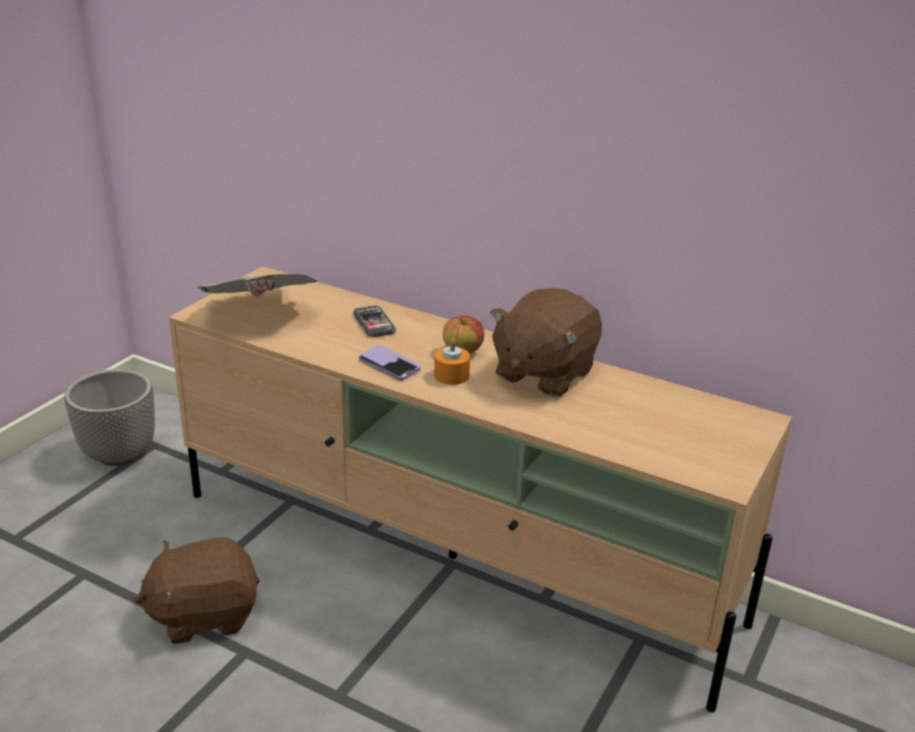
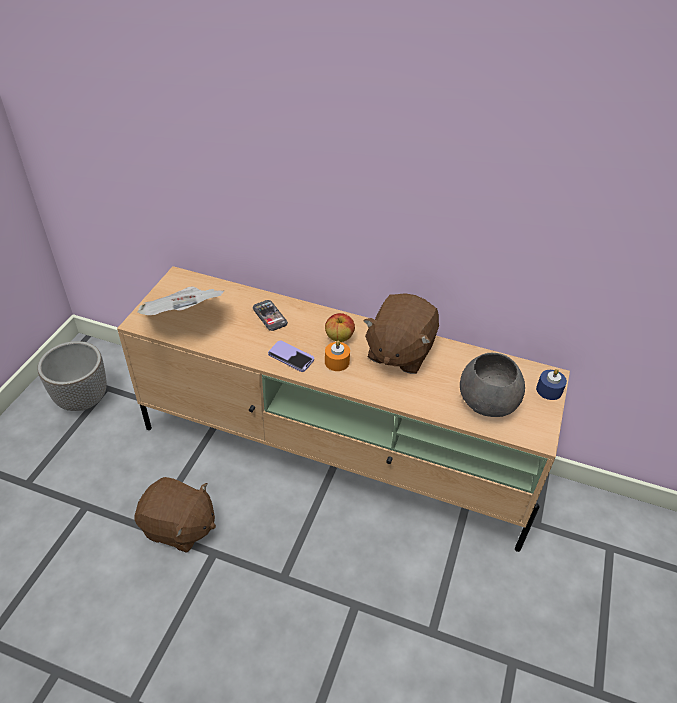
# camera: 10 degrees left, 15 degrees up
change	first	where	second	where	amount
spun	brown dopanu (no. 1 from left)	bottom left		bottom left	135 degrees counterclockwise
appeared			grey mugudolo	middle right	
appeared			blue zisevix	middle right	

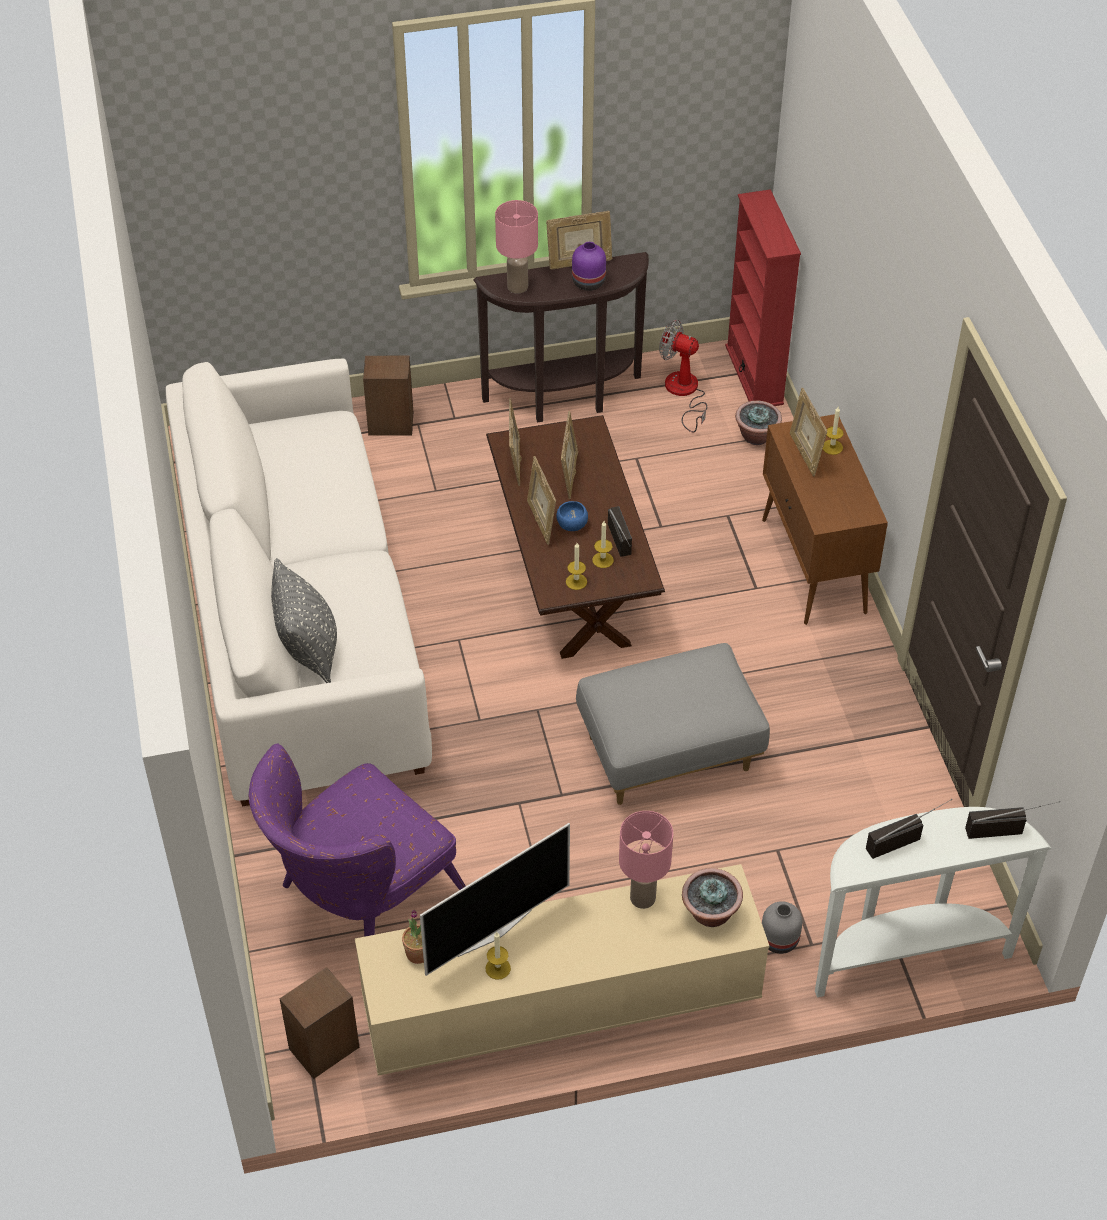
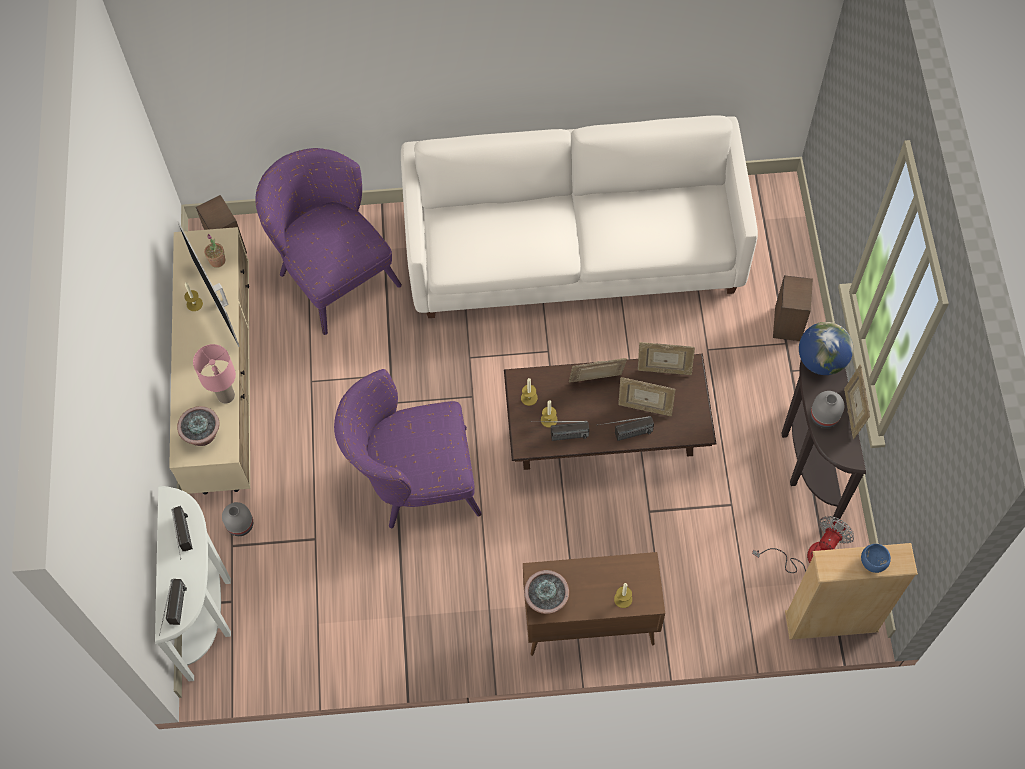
# camera: 100 degrees right, 15 degrees up
change	first	where	second	where	amount
exchanged	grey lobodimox	centre	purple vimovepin (no. 2 from left)	centre	
relocated	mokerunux (no. 3 from left)	middle right		bottom centre	
appeared			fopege (no. 4 from left)	centre	
colour	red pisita	top right	beige pisita	bottom right	
exchanged	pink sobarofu (no. 1 from left)	top centre	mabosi	middle right	
colour	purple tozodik	top centre	grey tozodik (no. 2 from left)	middle right	
relocated	blue mugudolo	centre		bottom right	
missing	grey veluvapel	middle left			
missing	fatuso (no. 5 from left)	middle right			

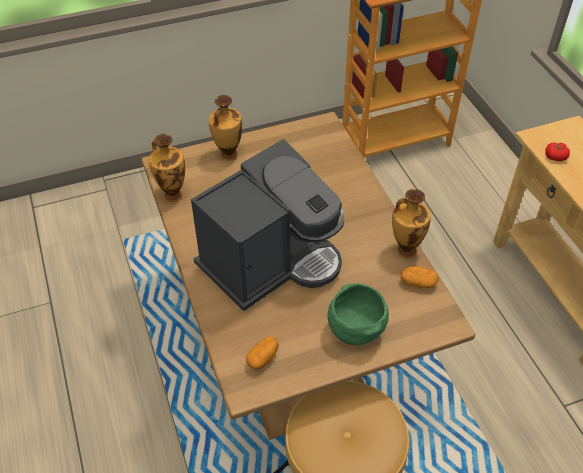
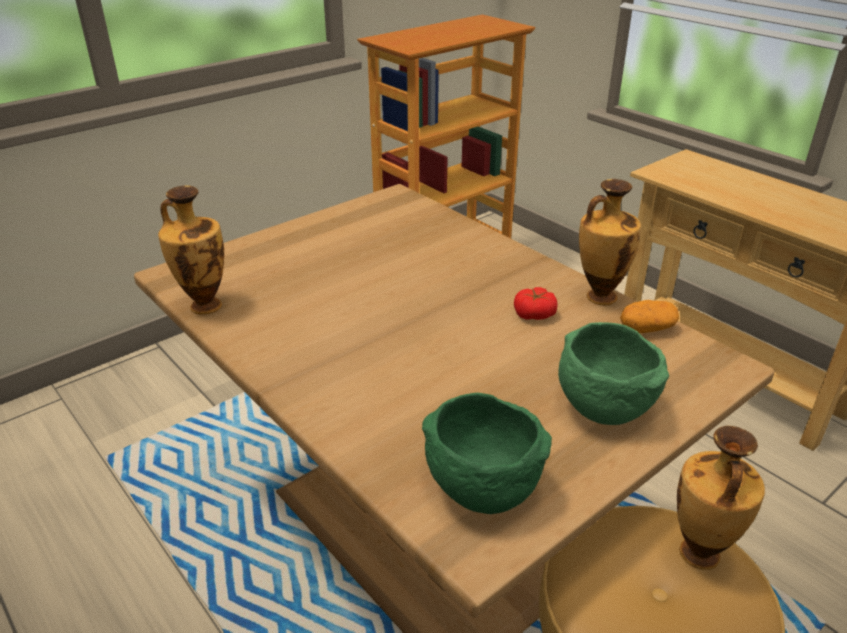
# camera: 20 degrees left, 15 degrees down
change	first	where	second	where	amount
exchanged	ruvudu (no. 1 from left)	bottom centre	green mugudolo (no. 1 from left)	bottom centre	
relocated	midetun	top right		centre	
relocated	tozodik (no. 2 from left in the first image)	top centre	tozodik (no. 3 from left)	bottom right	
missing	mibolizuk	centre			

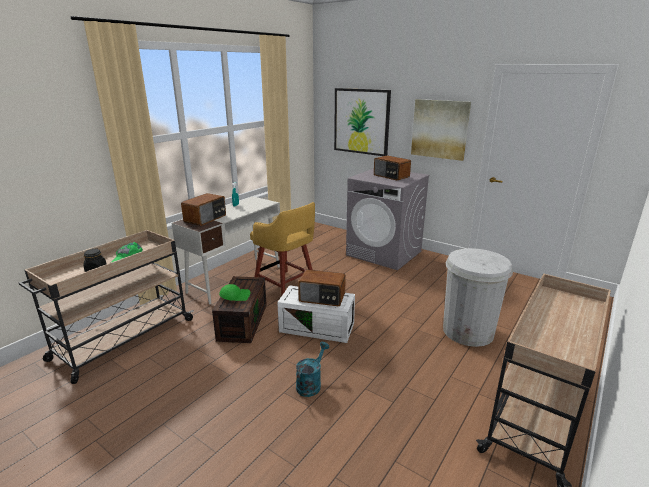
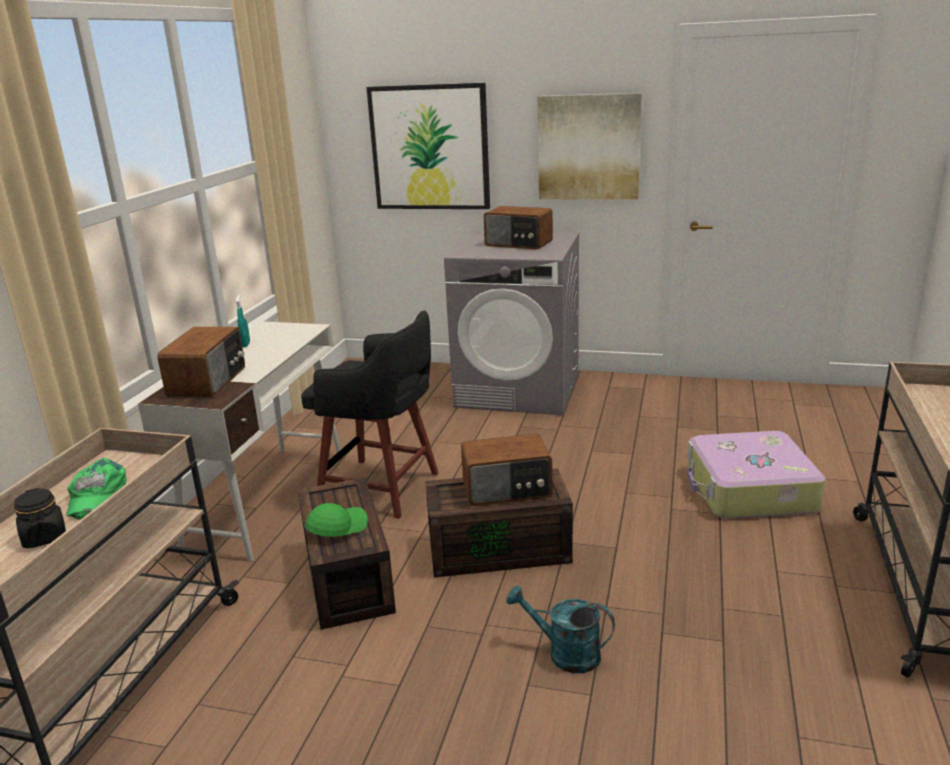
# camera: 20 degrees left, 0 degrees up
change	first	where	second	where	amount
colour	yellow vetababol	centre	black vetababol	centre	
colour	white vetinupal	centre	brown vetinupal (no. 2 from left)	bottom centre	
spun	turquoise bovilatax	bottom centre		bottom centre	75 degrees counterclockwise
exchanged	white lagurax	middle right	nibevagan	middle right	

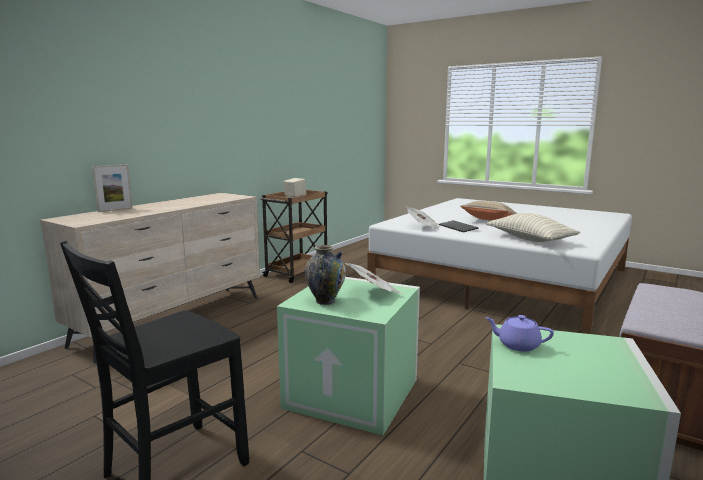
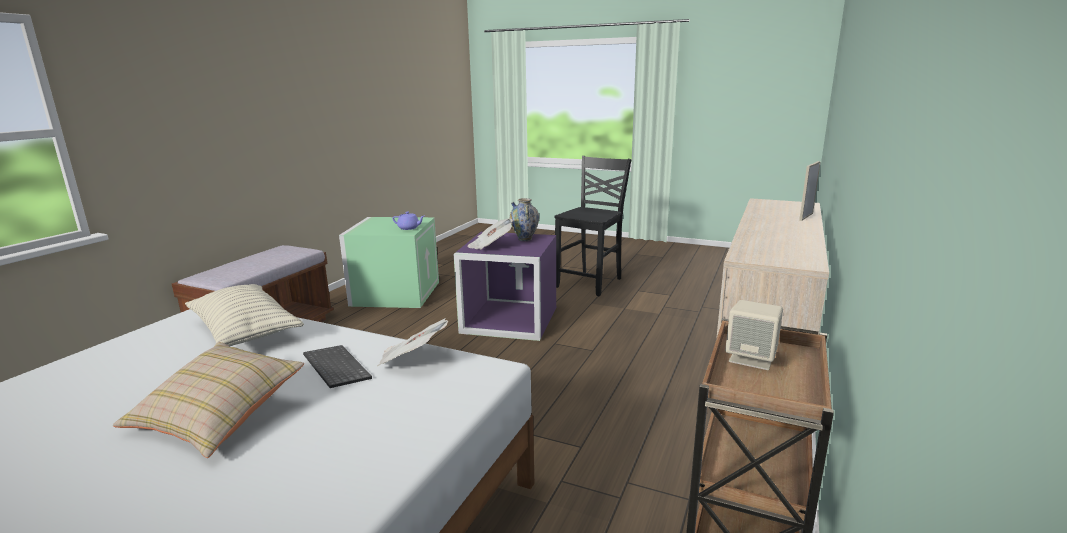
# camera: 170 degrees right, 5 degrees up
change	first	where	second	where	amount
colour	green vetinupal (no. 1 from left)	bottom centre	purple vetinupal	centre	

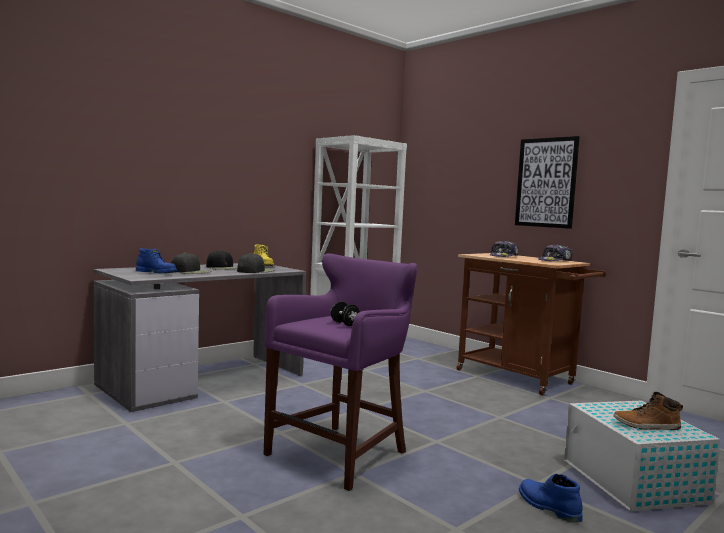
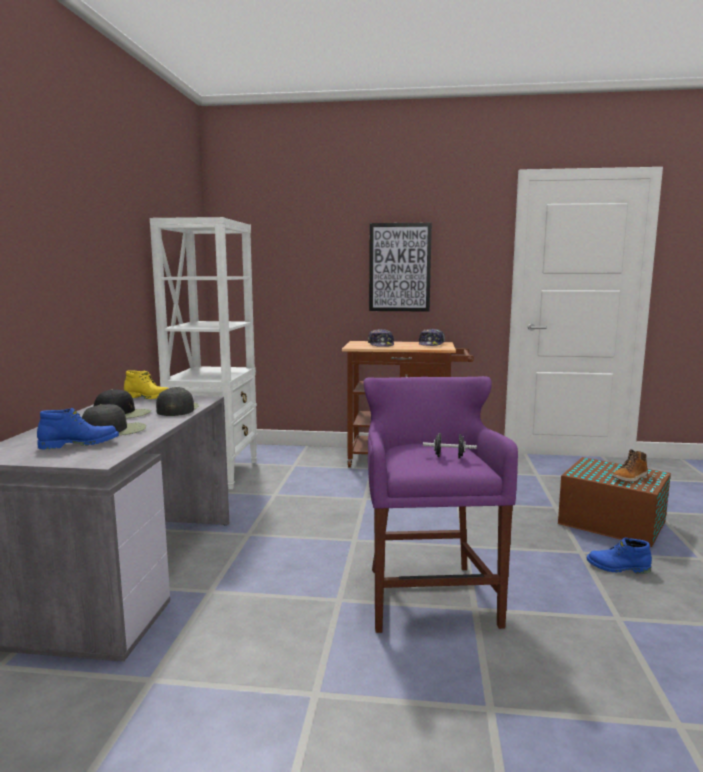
# camera: 40 degrees left, 5 degrees up
change	first	where	second	where	amount
colour	white vetinupal	bottom right	brown vetinupal	middle right	

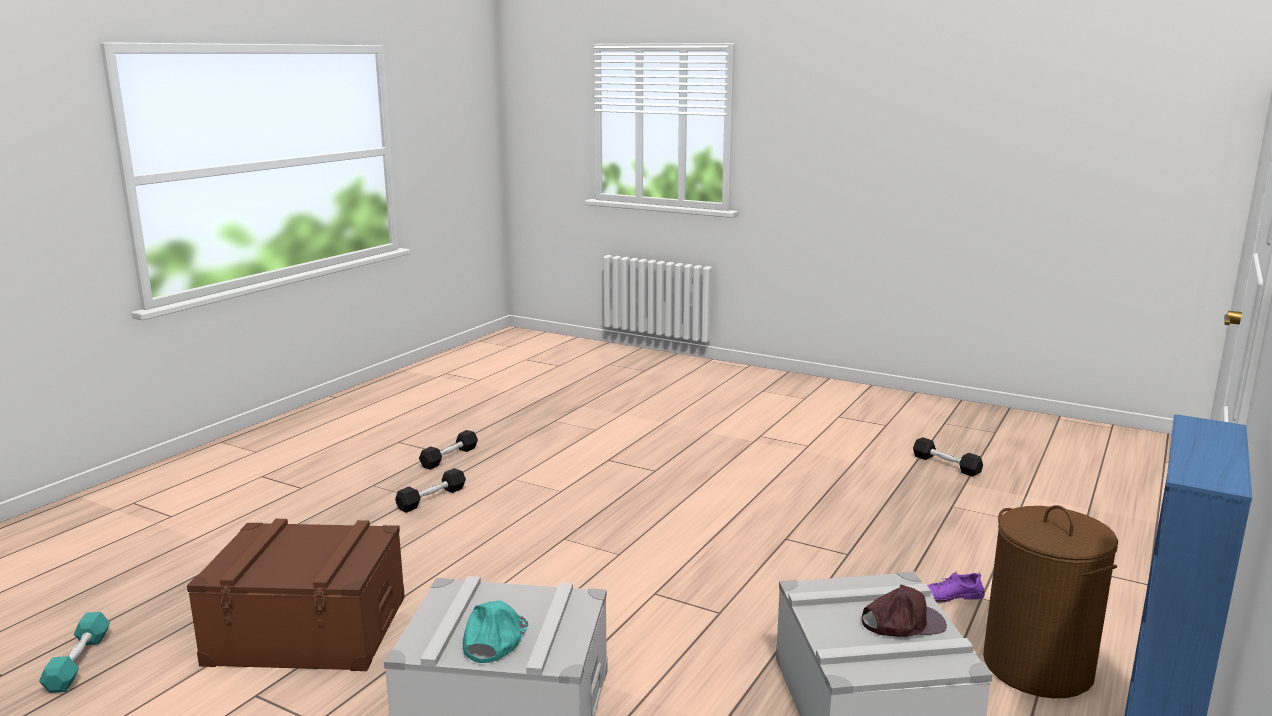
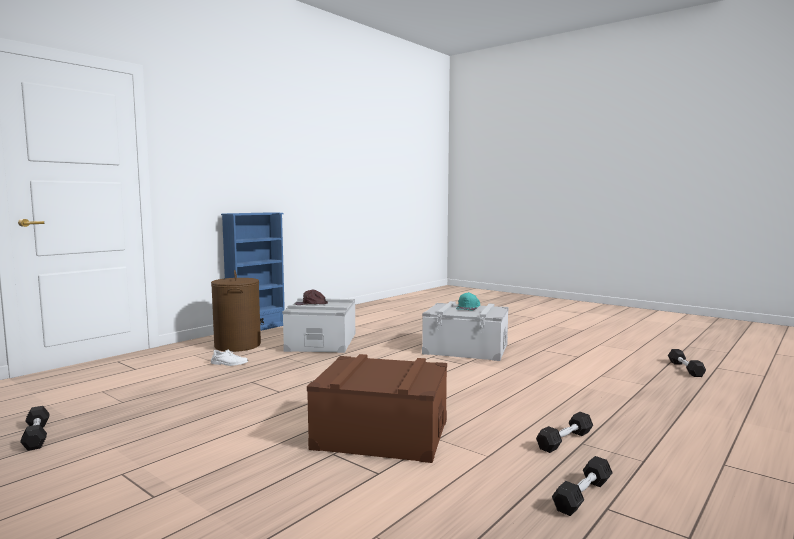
# camera: 170 degrees left, 10 degrees down
change	first	where	second	where	amount
colour	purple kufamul	bottom right	white kufamul	middle left	
relocated	brown vetinupal	bottom left		bottom centre	
colour	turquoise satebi	bottom left	black satebi (no. 4 from left)	bottom right	

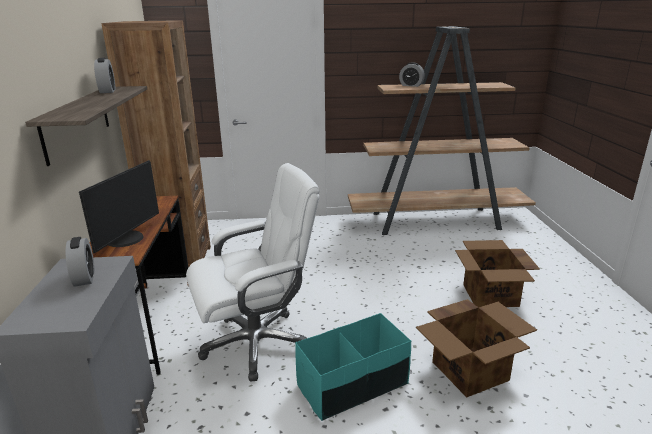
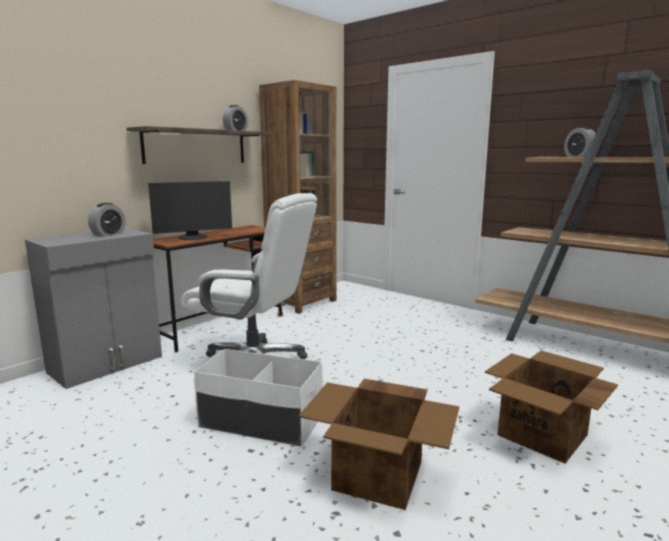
# camera: 45 degrees right, 10 degrees down
change	first	where	second	where	amount
colour	turquoise vetinupal	bottom centre	white vetinupal	bottom centre	

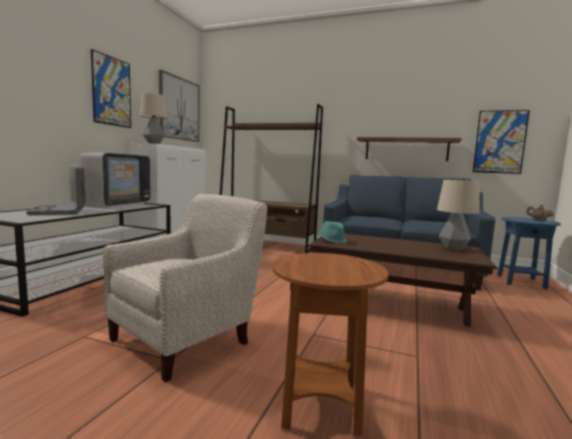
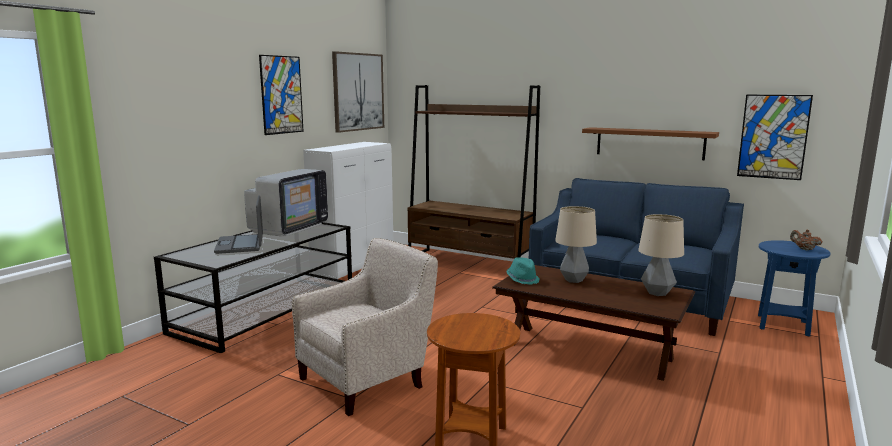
# camera: 10 degrees right, 5 degrees up
change	first	where	second	where	amount
relocated	sobarofu (no. 1 from left)	top left		centre	

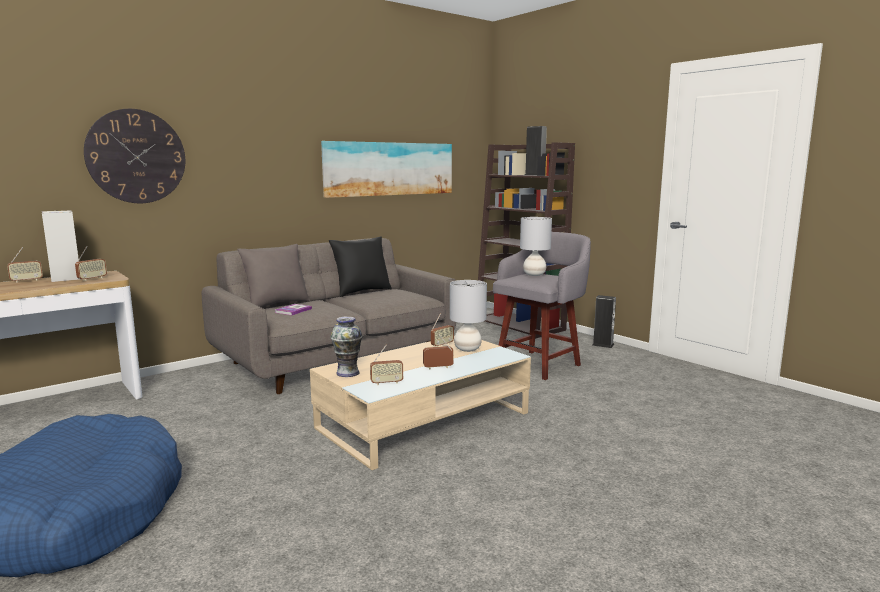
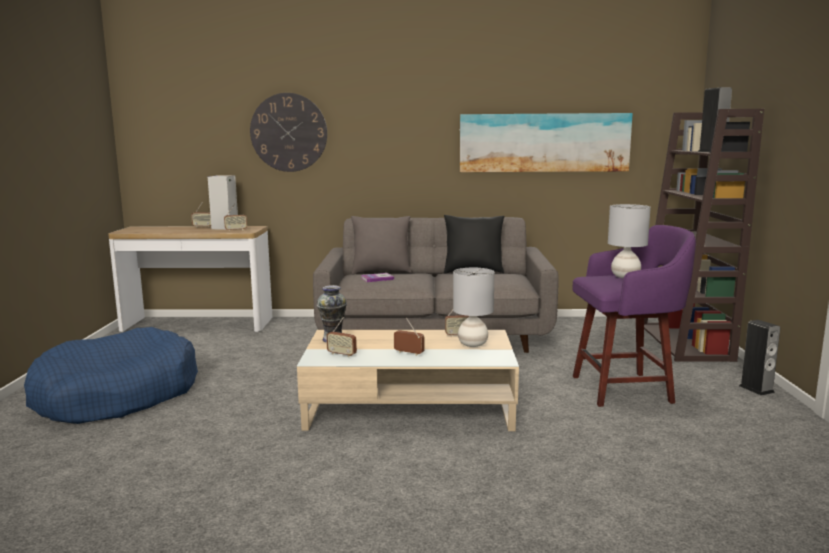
# camera: 40 degrees right, 0 degrees up
change	first	where	second	where	amount
colour	grey vetababol	centre	purple vetababol	middle right	

